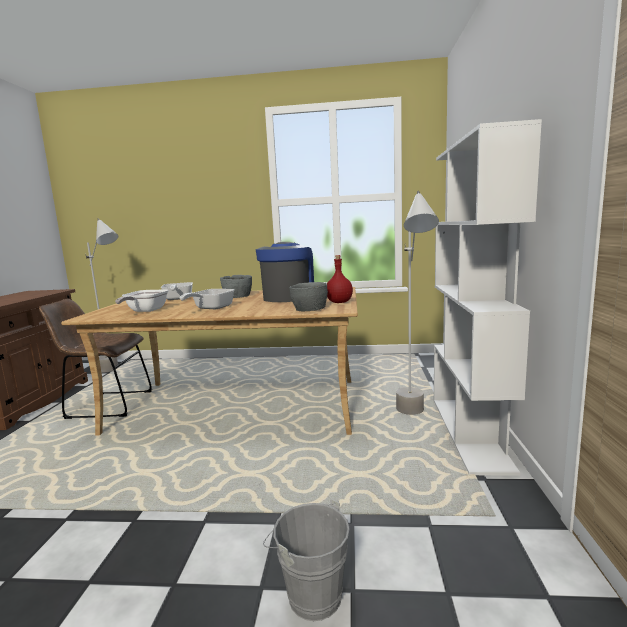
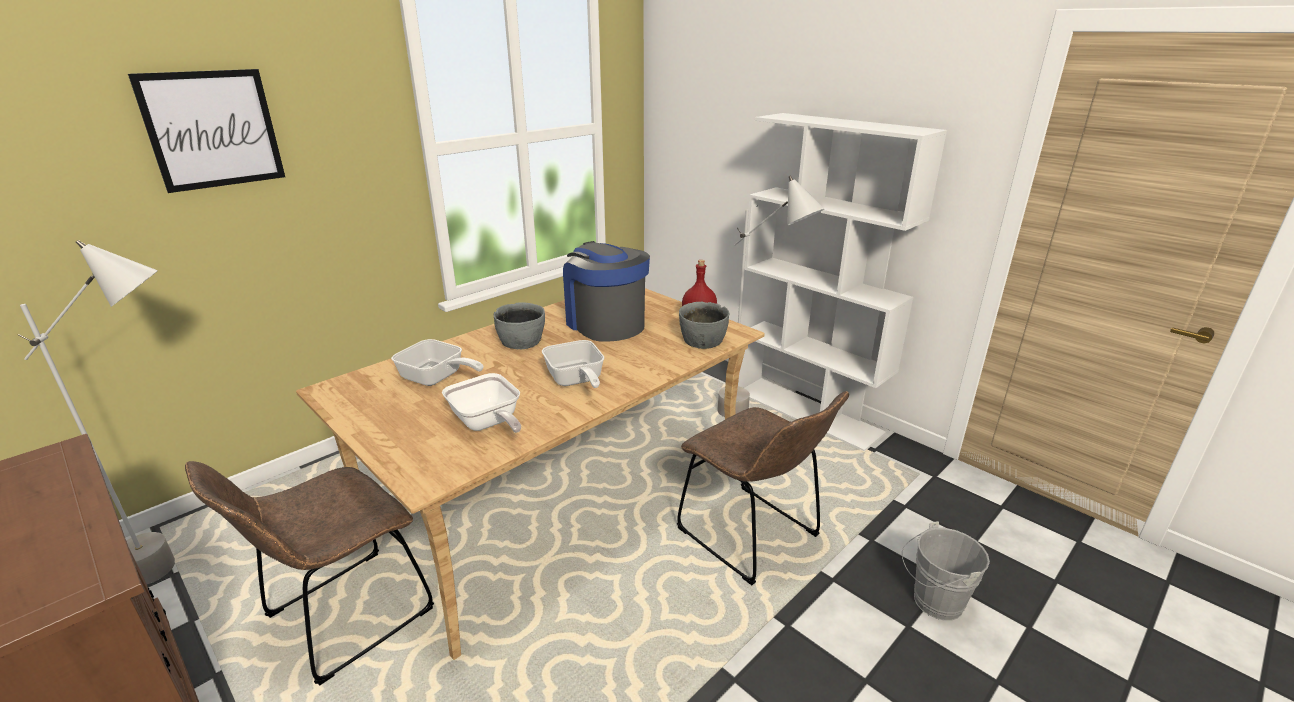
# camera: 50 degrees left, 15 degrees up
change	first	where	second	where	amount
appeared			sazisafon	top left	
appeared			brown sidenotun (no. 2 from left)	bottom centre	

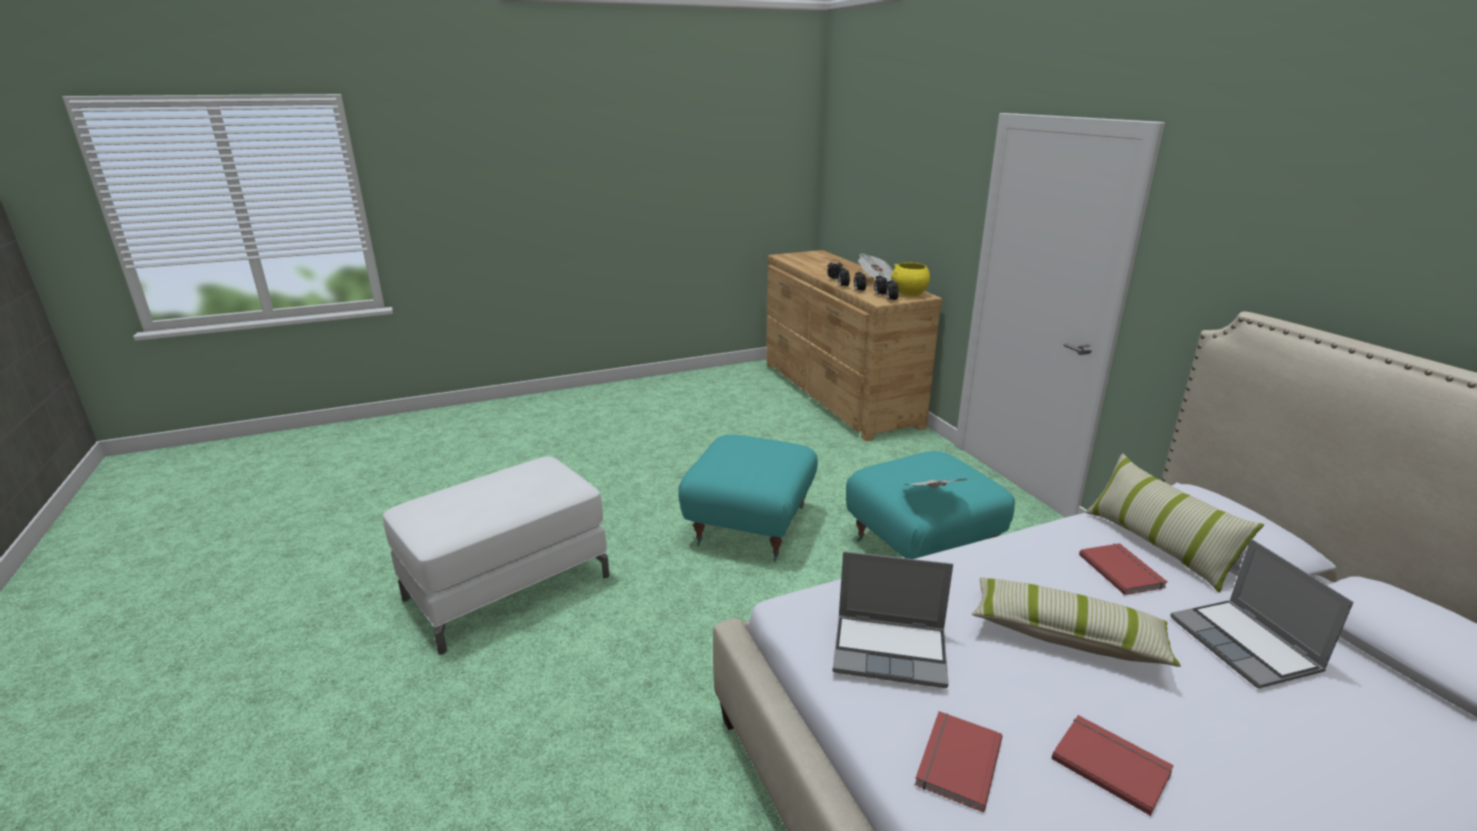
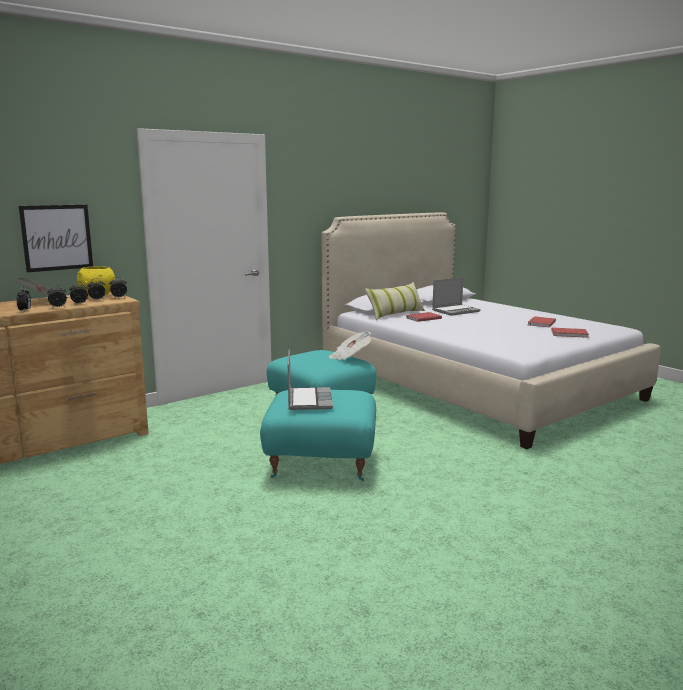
# camera: 105 degrees left, 10 degrees down
change	first	where	second	where	amount
appeared			sazisafon	middle left	
relocated	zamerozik (no. 1 from left)	bottom centre		centre	
missing	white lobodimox	bottom centre			
missing	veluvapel (no. 1 from left)	bottom right			

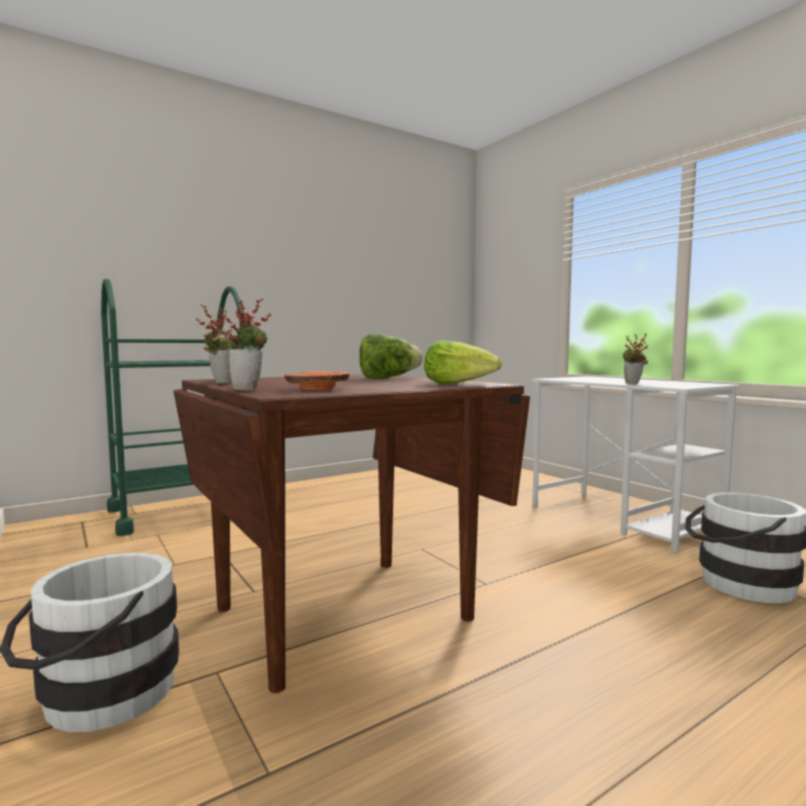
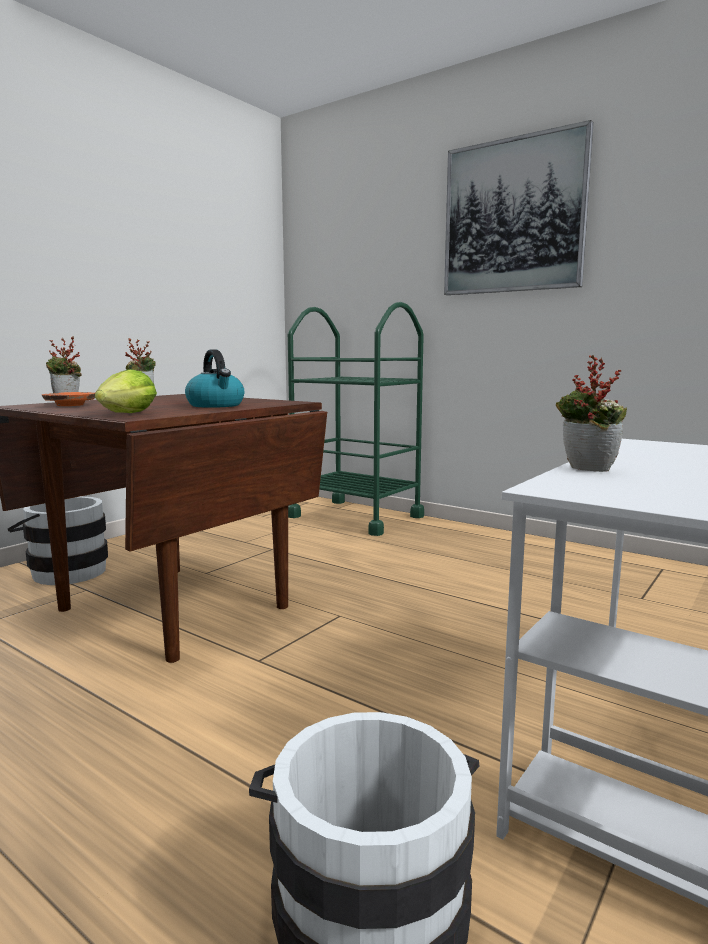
# camera: 70 degrees right, 5 degrees up
change	first	where	second	where	amount
exchanged	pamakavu (no. 1 from left)	centre	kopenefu	middle left	
appeared			sazisafon	top right	

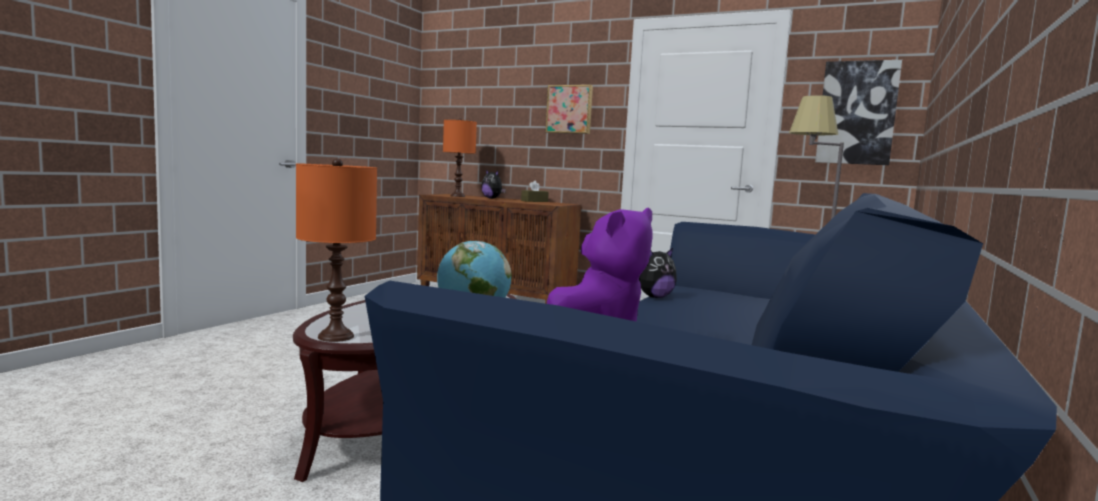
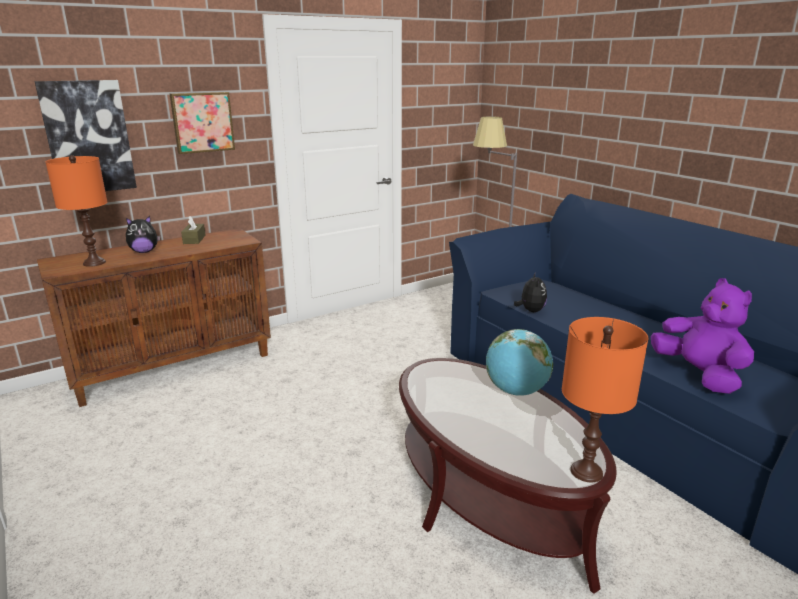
# camera: 60 degrees left, 15 degrees up
change	first	where	second	where	amount
relocated	sazisafon (no. 2 from left in the first image)	top right	sazisafon (no. 1 from left)	top left	

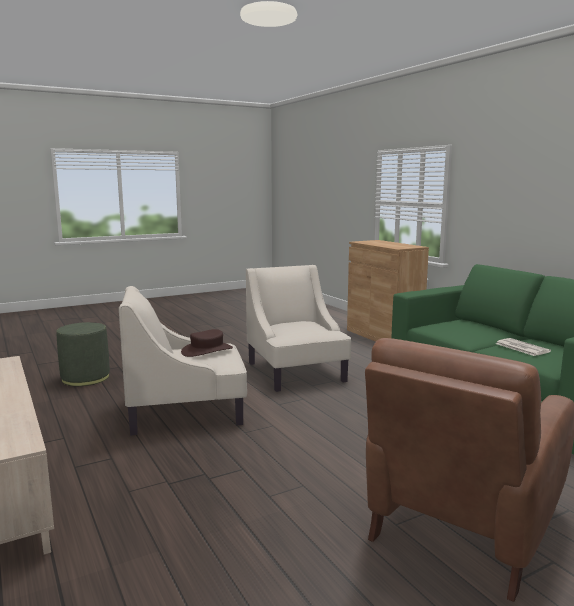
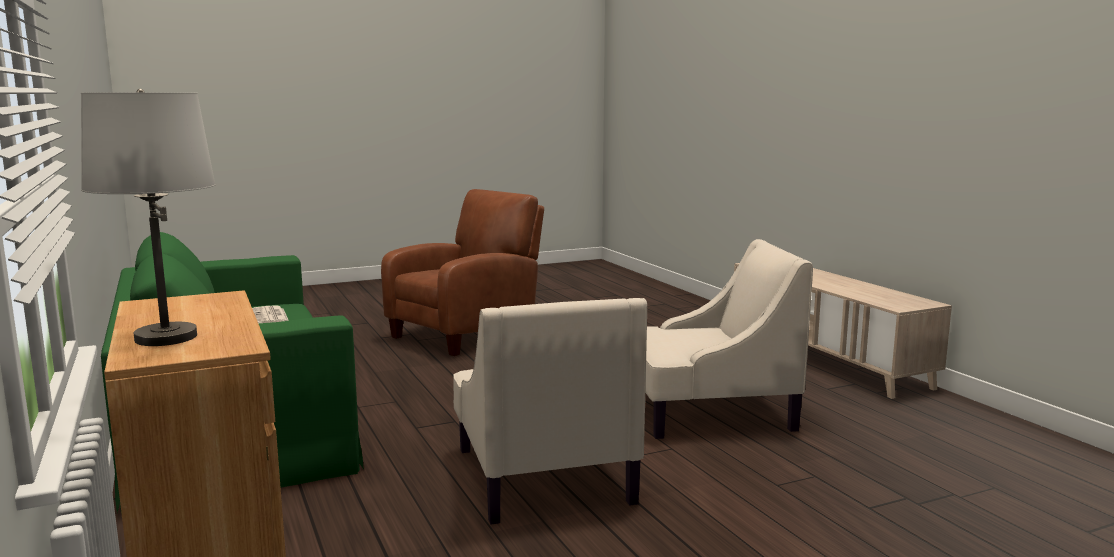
# camera: 175 degrees left, 0 degrees up
change	first	where	second	where	amount
appeared			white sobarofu	middle left	
missing	green lobodimox	middle left			
missing	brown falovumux	centre			

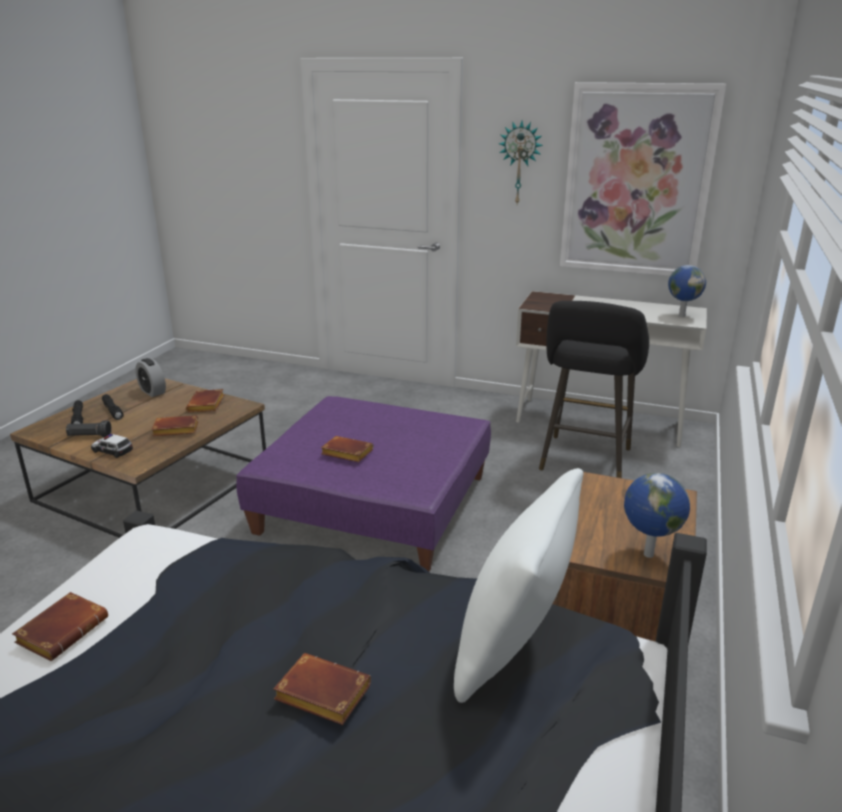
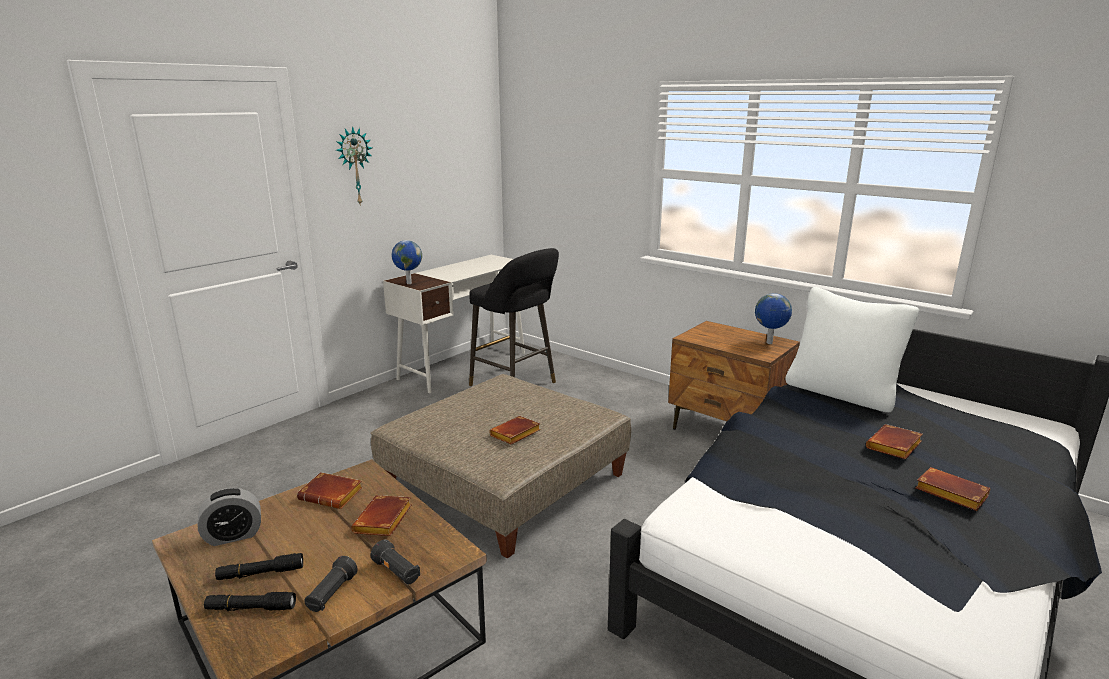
# camera: 70 degrees left, 5 degrees down
change	first	where	second	where	amount
colour	purple lobodimox	centre	beige lobodimox	bottom centre	
exchanged	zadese	middle left	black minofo (no. 4 from left)	bottom centre	
relocated	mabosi (no. 2 from left in the first image)	middle right	mabosi (no. 1 from left)	centre	
relocated	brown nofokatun (no. 1 from left in the first image)	bottom left	brown nofokatun (no. 5 from left)	bottom right	
missing	sazisafon	top right			

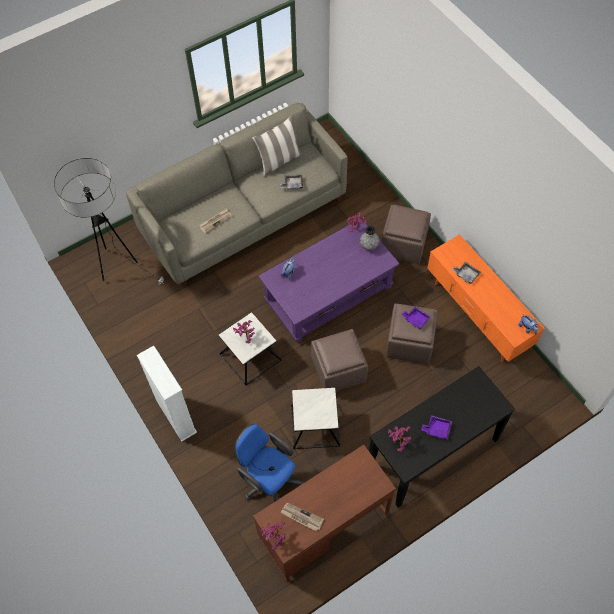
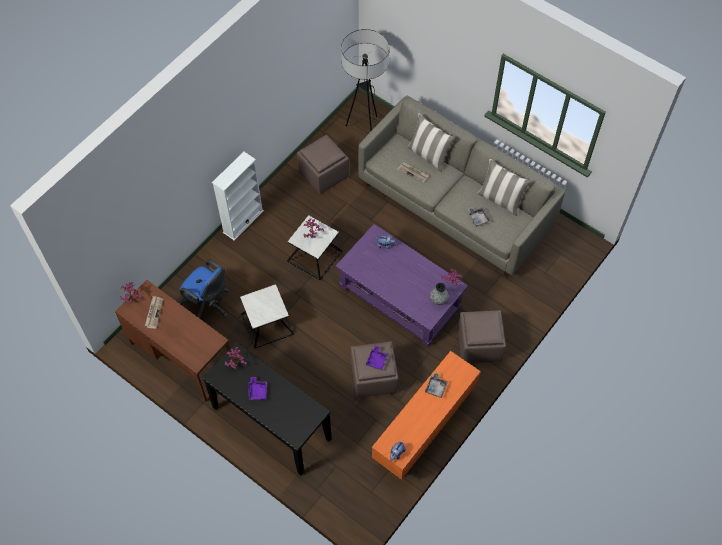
# camera: 70 degrees right, 0 degrees up
change	first	where	second	where	amount
spun	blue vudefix	bottom centre		middle left	105 degrees clockwise
relocated	brown lobodimox (no. 1 from left)	centre		top centre	
appeared			veluvapel (no. 1 from left)	top centre	

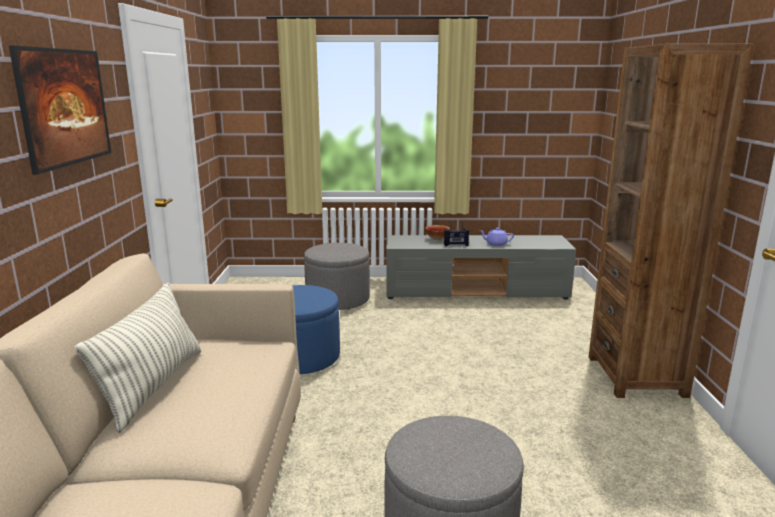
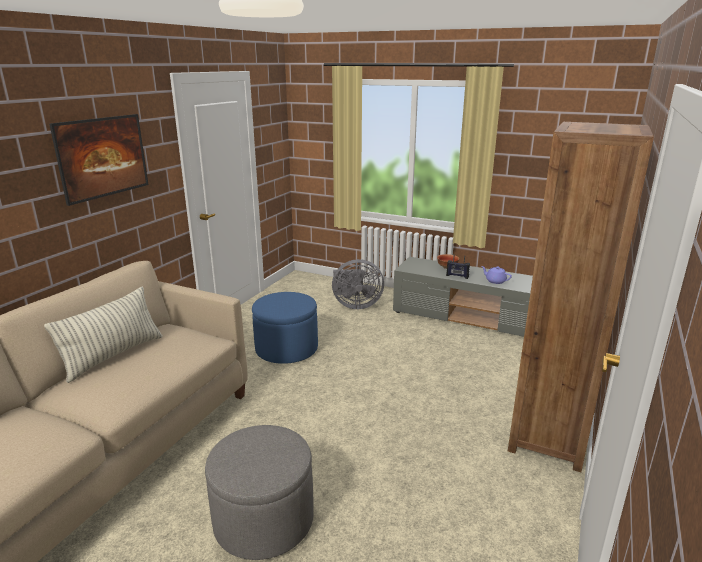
# camera: 25 degrees right, 5 degrees up
change	first	where	second	where	amount
exchanged	grey lobodimox (no. 1 from left)	centre	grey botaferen	centre	

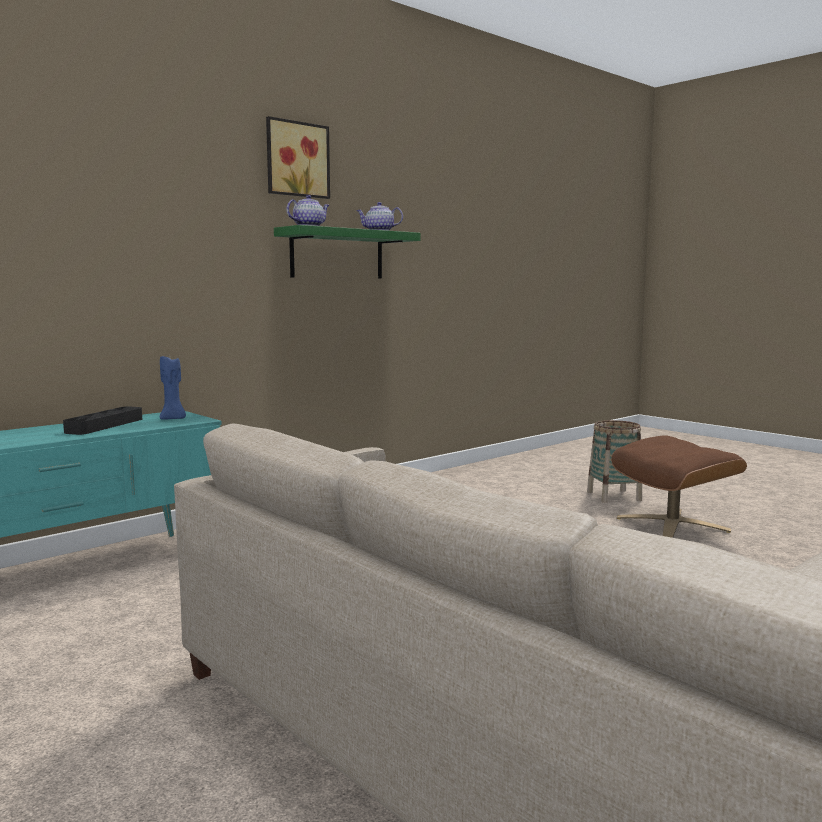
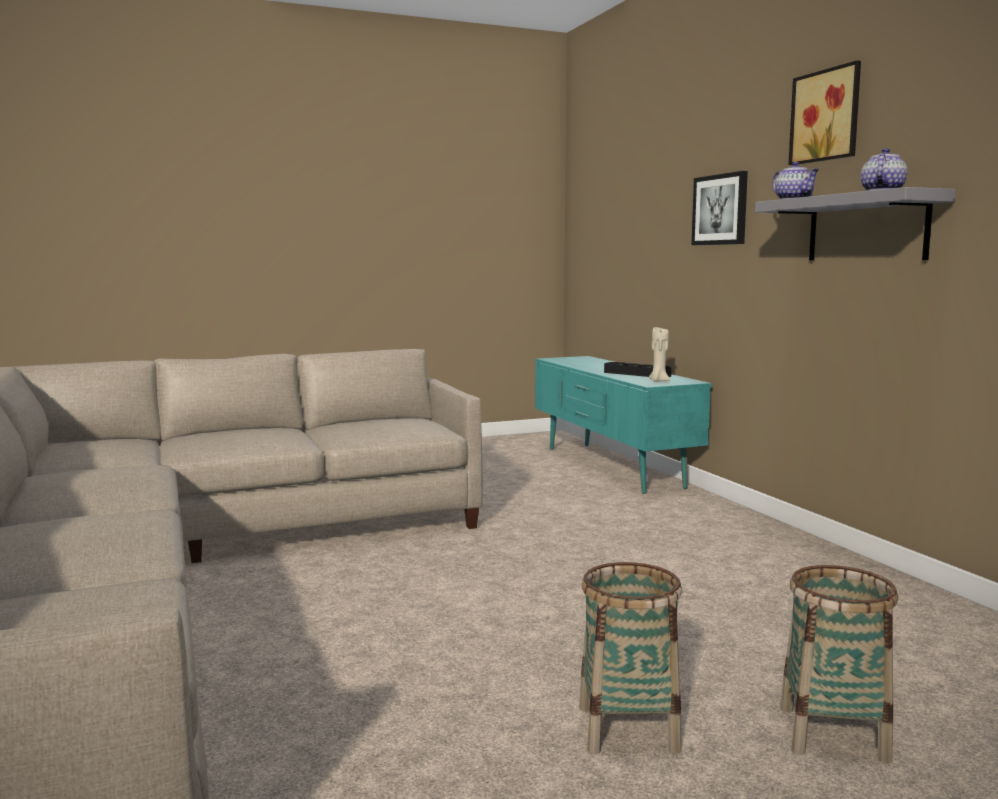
# camera: 110 degrees right, 0 degrees up
change	first	where	second	where	amount
exchanged	brown lobodimox	middle right	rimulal (no. 1 from left)	bottom centre	
colour	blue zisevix	middle left	beige zisevix	centre	
appeared			sazisafon (no. 1 from left)	top right	
colour	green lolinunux	top centre	grey lolinunux	top right	

